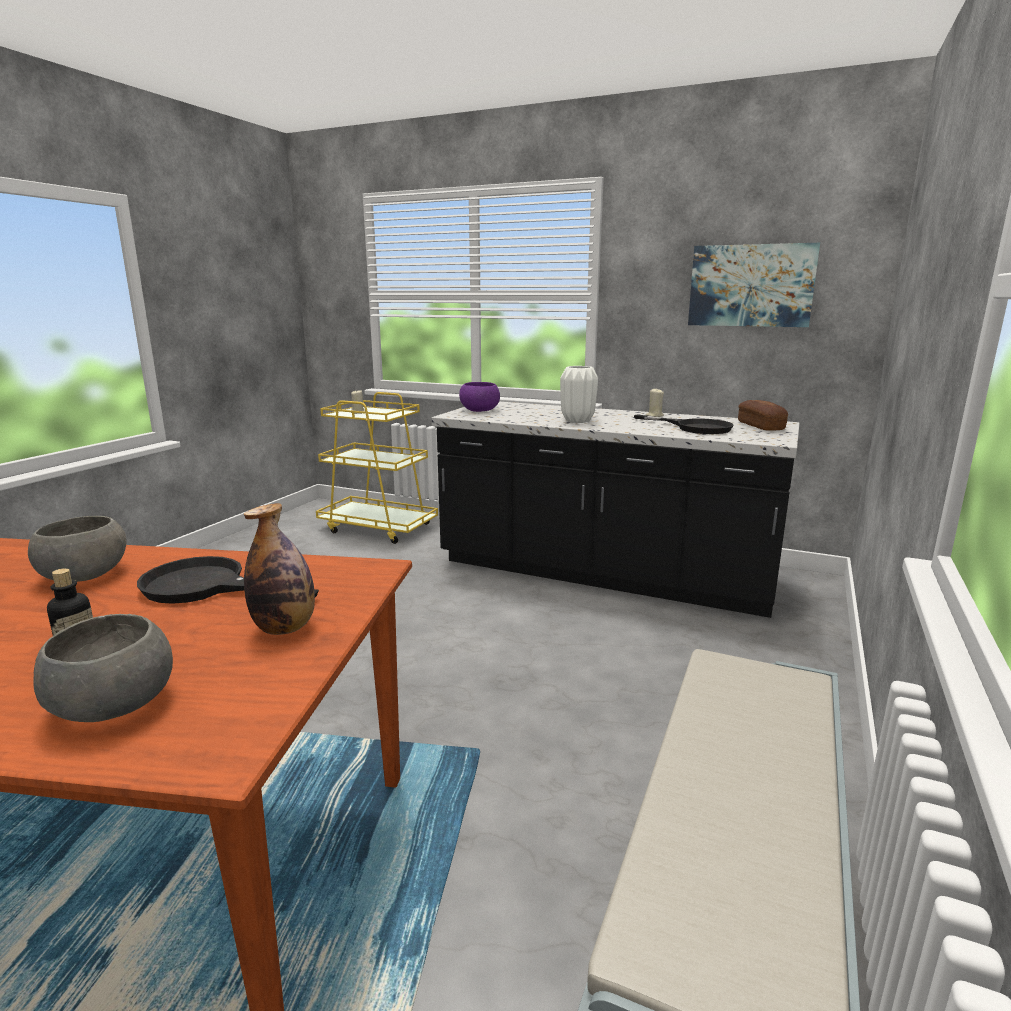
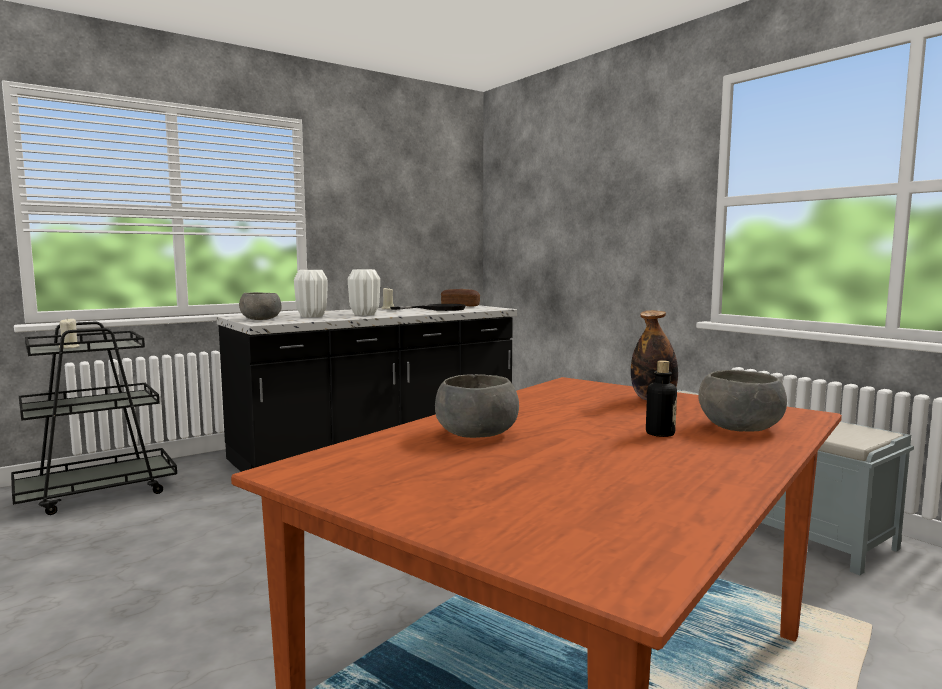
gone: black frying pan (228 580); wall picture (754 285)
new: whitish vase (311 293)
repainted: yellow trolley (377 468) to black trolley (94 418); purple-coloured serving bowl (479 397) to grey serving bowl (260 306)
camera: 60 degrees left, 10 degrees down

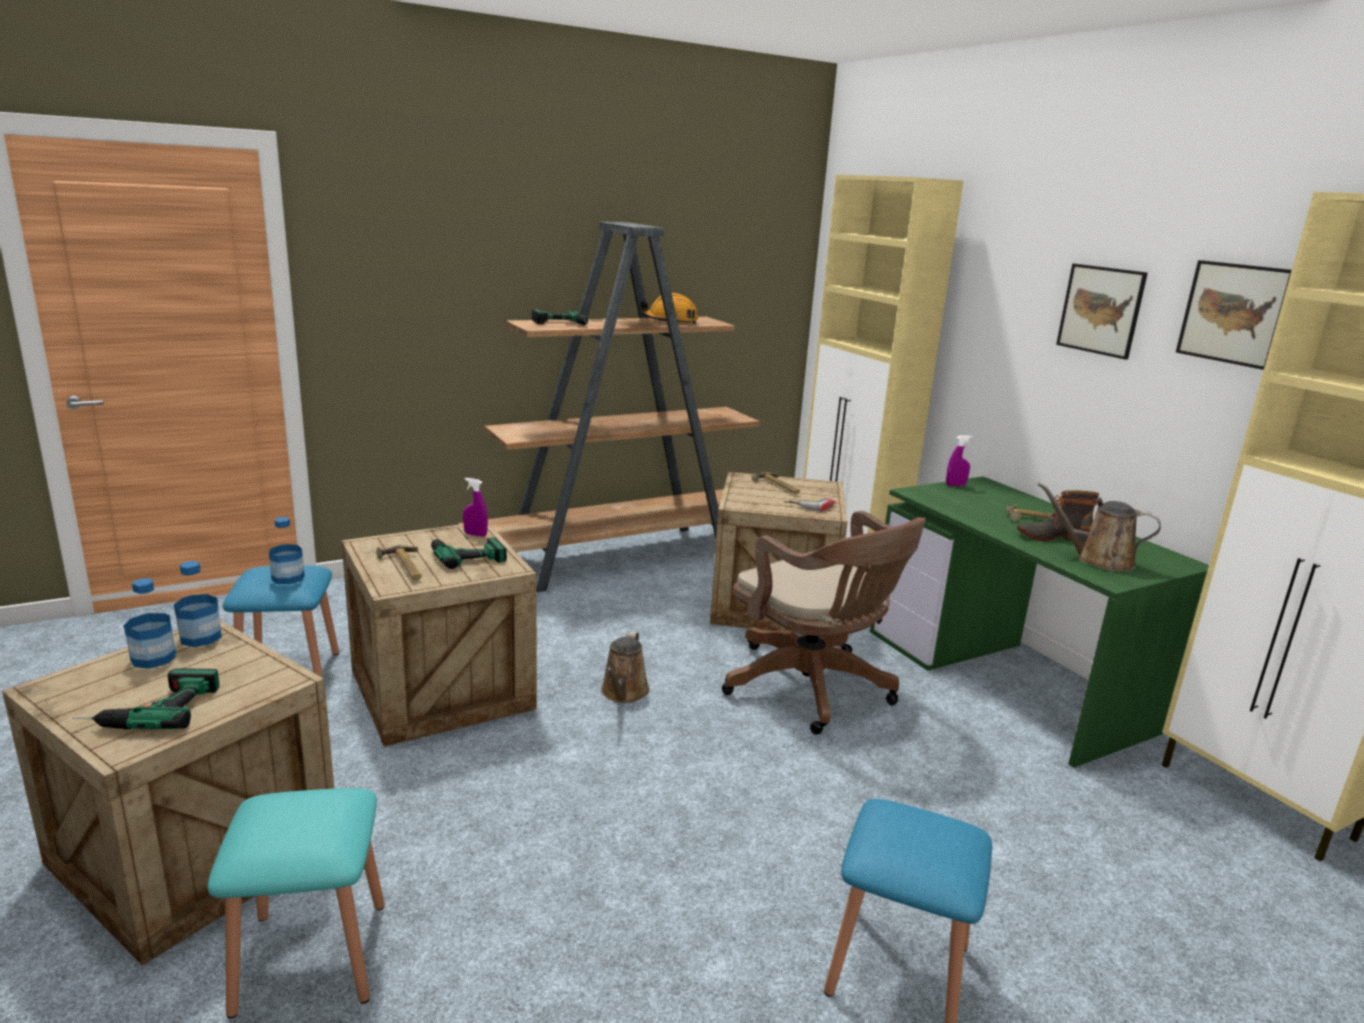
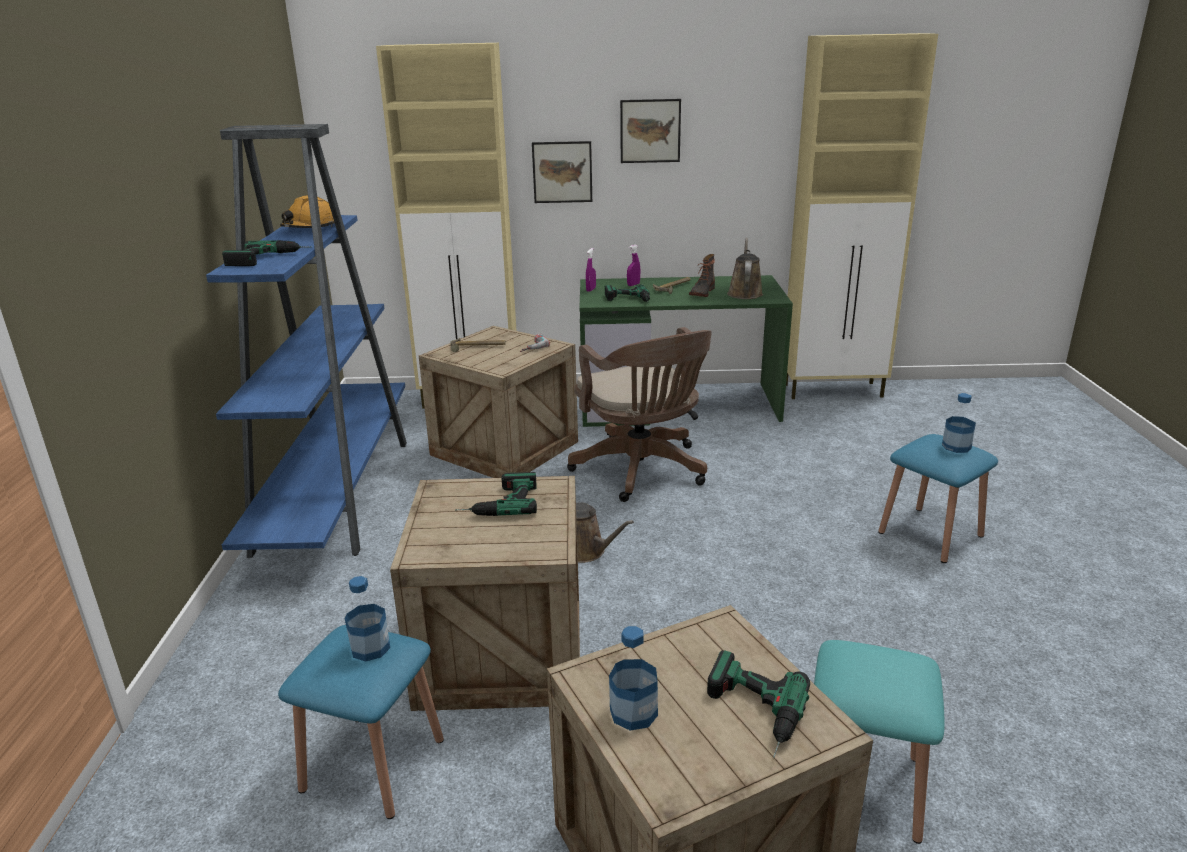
gone: hammer (399 562)
new: electric drill (627 293)
shifted: drink bottle (198 604) to (959 423); purple-coloured spray bottle (475 507) to (633 265); wall picture (1234 315) to (562 172)
repainted: brown-coloured bookcase (609 407) to bluish bookcase (306 341)
rotated: brown-coloured computer chair (824 623) = (639 414) 75 degrees clockwise; brown-coloured sprinkling can (1099 526) = (745 268) 135 degrees clockwise
camera: 60 degrees left, 5 degrees up

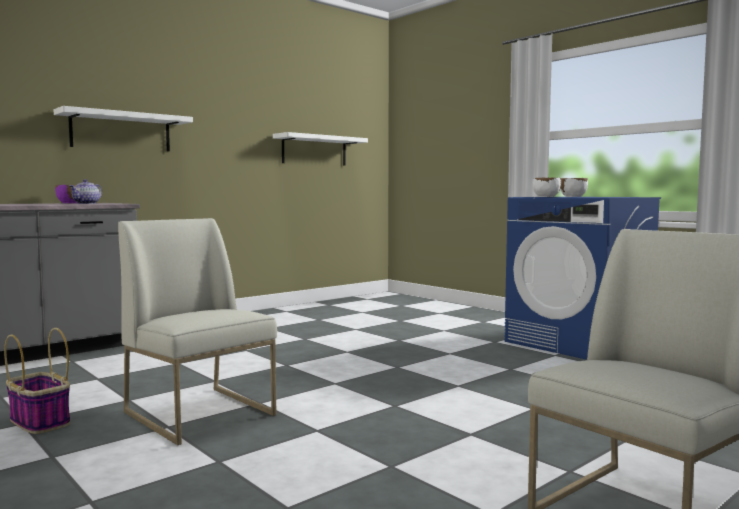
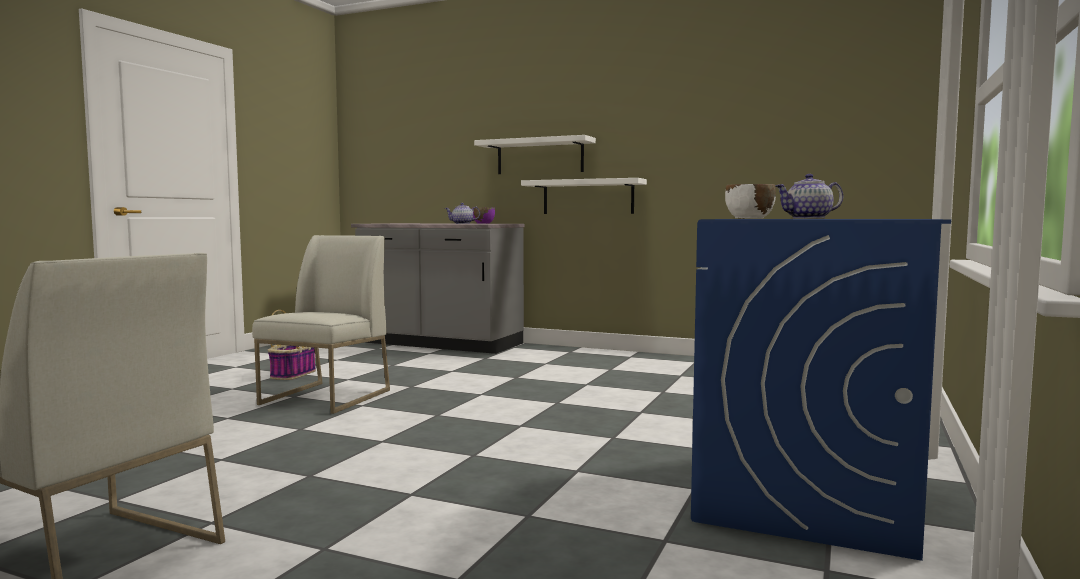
shifted: whitish wall shelf (320 149) to (584 196)
swapped: whitish serving bowl (574 187) to pot for tea (809 196)
camera: 65 degrees right, 0 degrees up

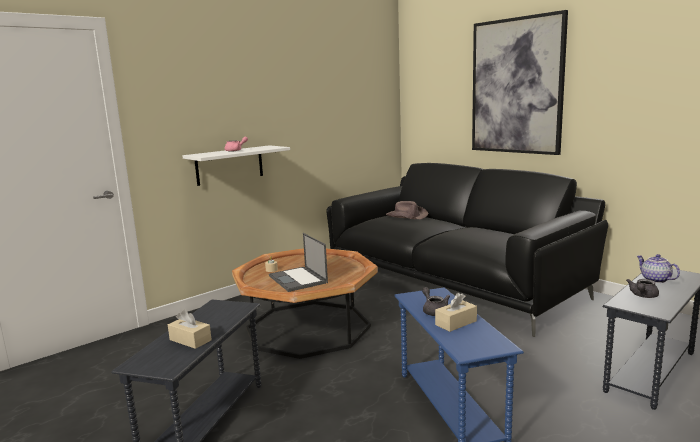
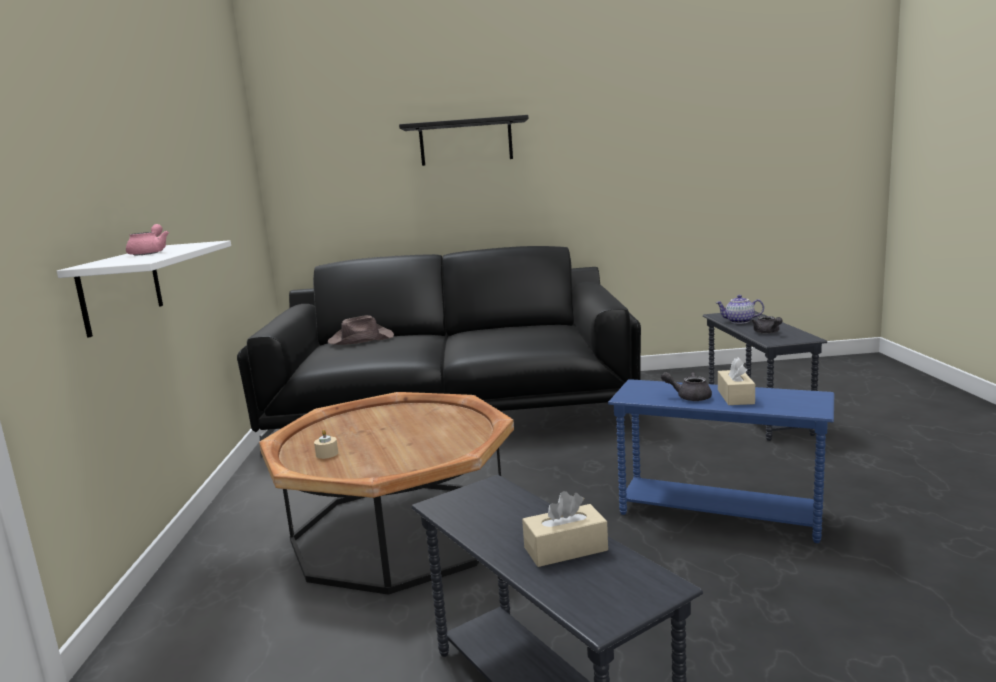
gone: portable computer (298 262)
swapped: wall picture (520 82) to black wall shelf (464 140)
camera: 50 degrees left, 0 degrees up

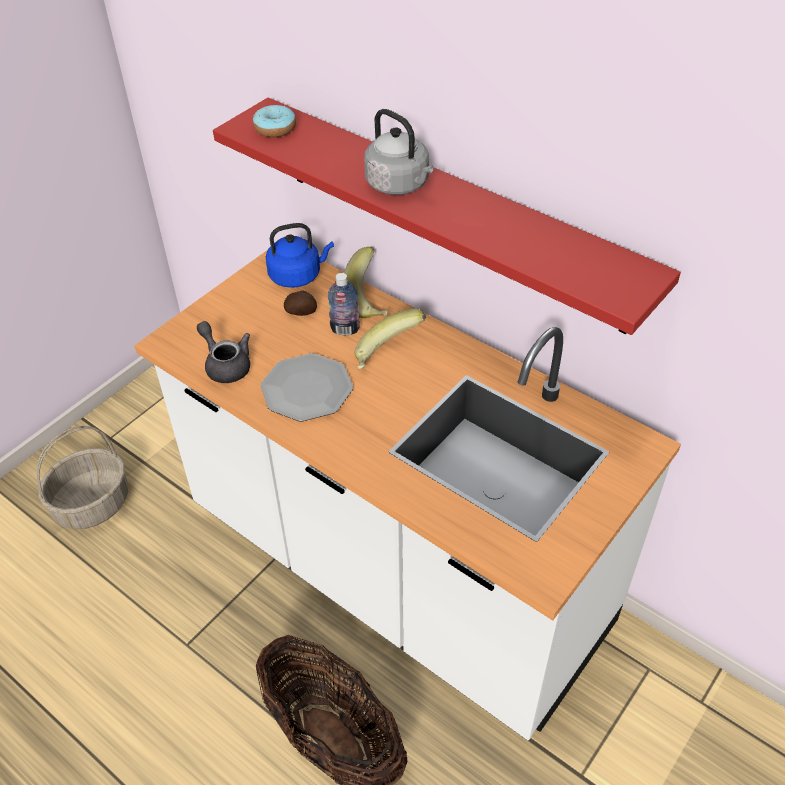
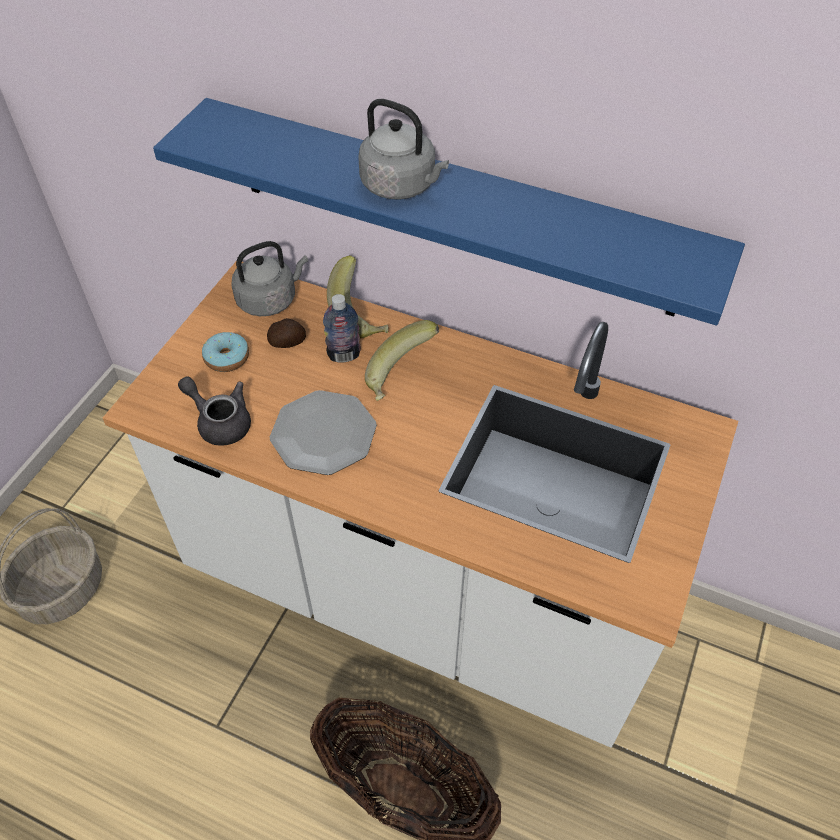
shifted: donut (274 121) to (225 352)
repainted: red-coloured wall shelf (447 216) to bluish wall shelf (449 211); bluish water kettle (300 255) to grey water kettle (269 278)
camera: 15 degrees left, 5 degrees up

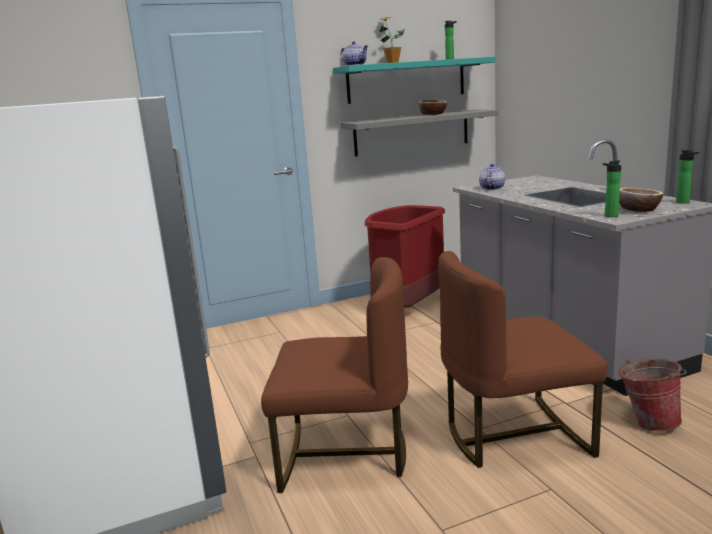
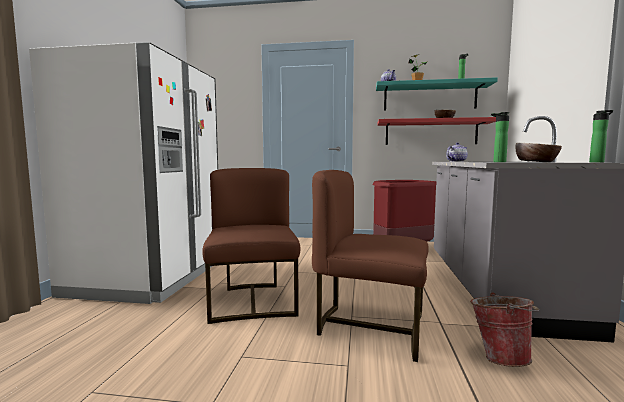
repainted: grey wall shelf (420 132) to red-coloured wall shelf (437 131)
rotated: brown-coloured upright chair (334 375) = (251 246) 135 degrees counterclockwise
camera: 30 degrees right, 10 degrees down

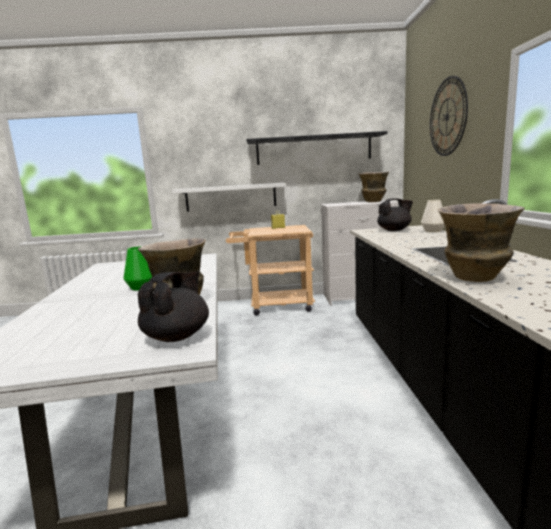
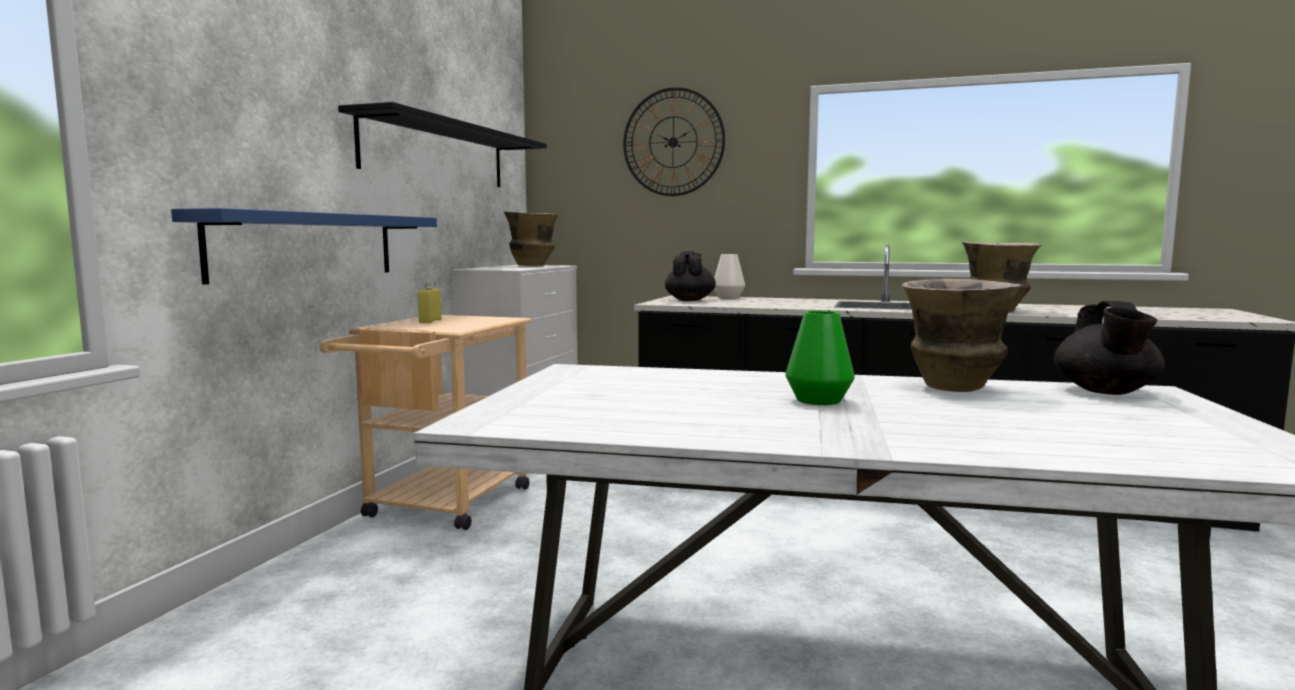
repainted: whitish wall shelf (228 197) to bluish wall shelf (304 246)
rotated: black pot for tea (173 306) = (1109 348) 120 degrees counterclockwise
camera: 70 degrees left, 5 degrees down

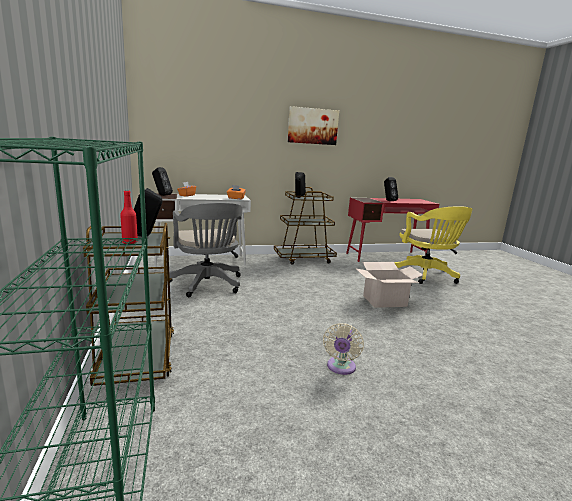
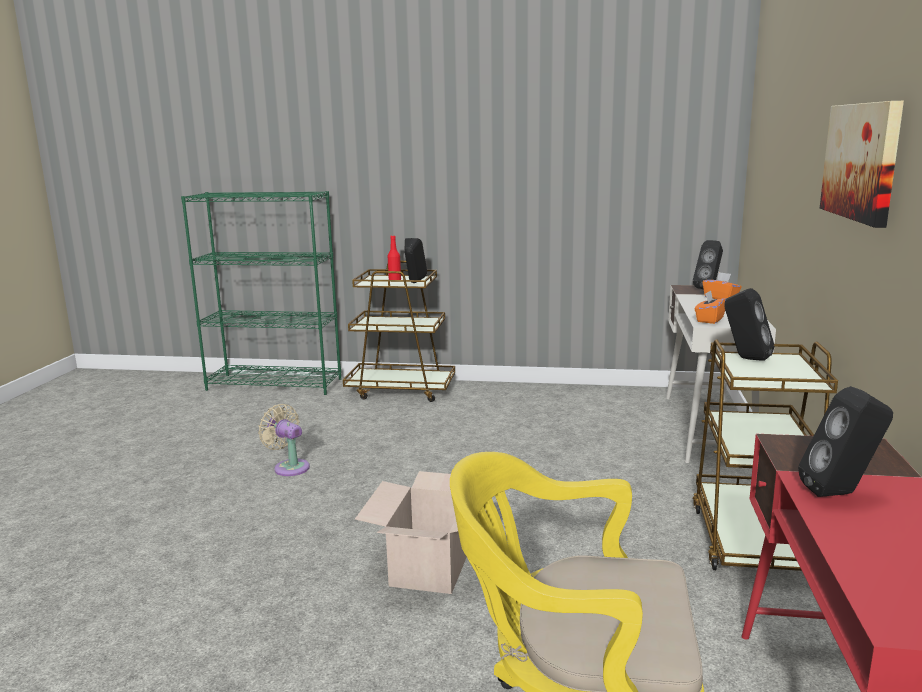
gone: grey computer chair (206 249)
camera: 115 degrees right, 0 degrees up

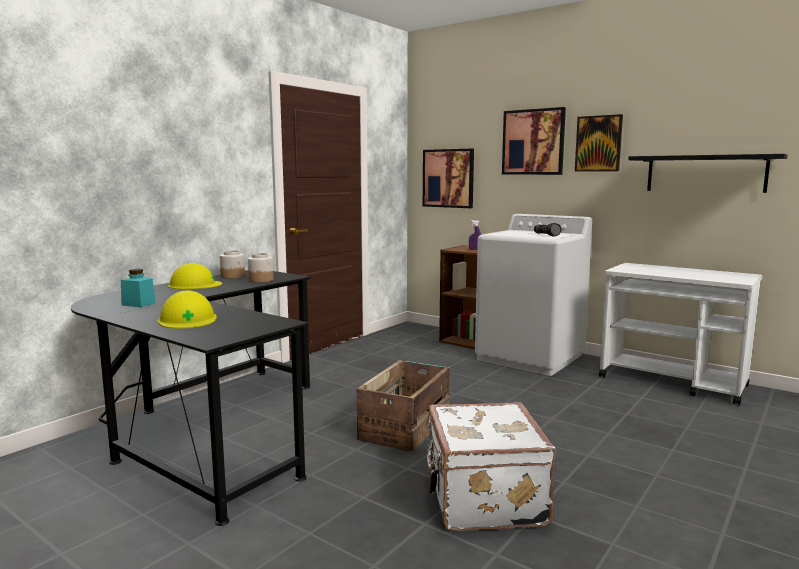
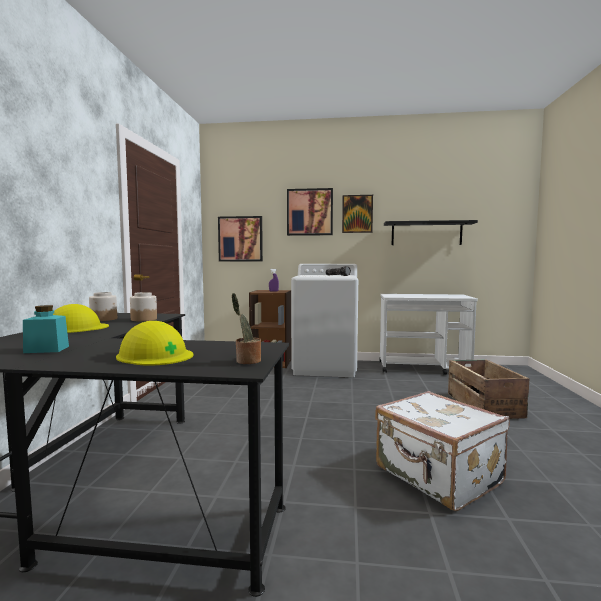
new: potted plant (246 328)
shifted: crate (403 406) to (488 389)
camera: 30 degrees left, 5 degrees down

